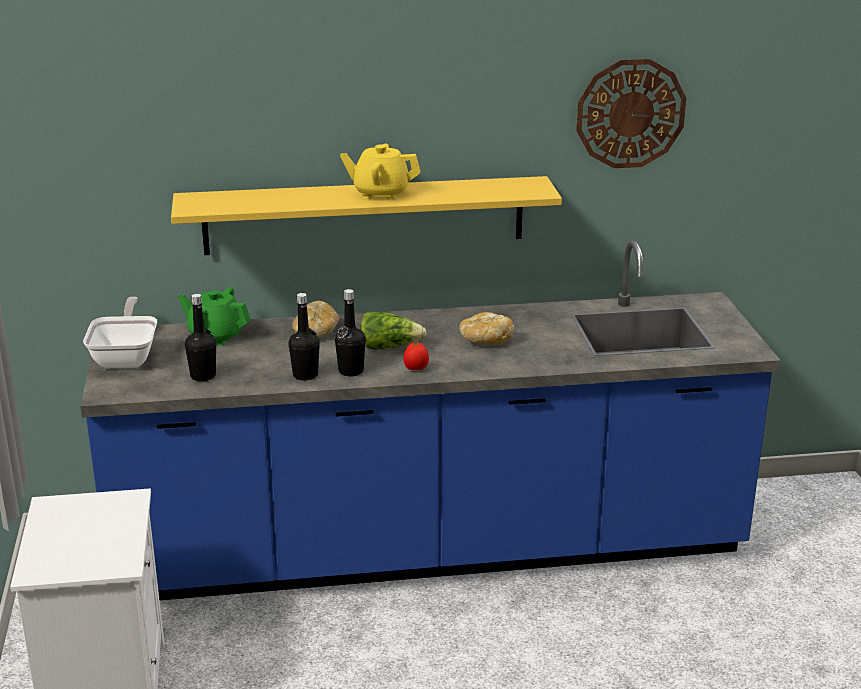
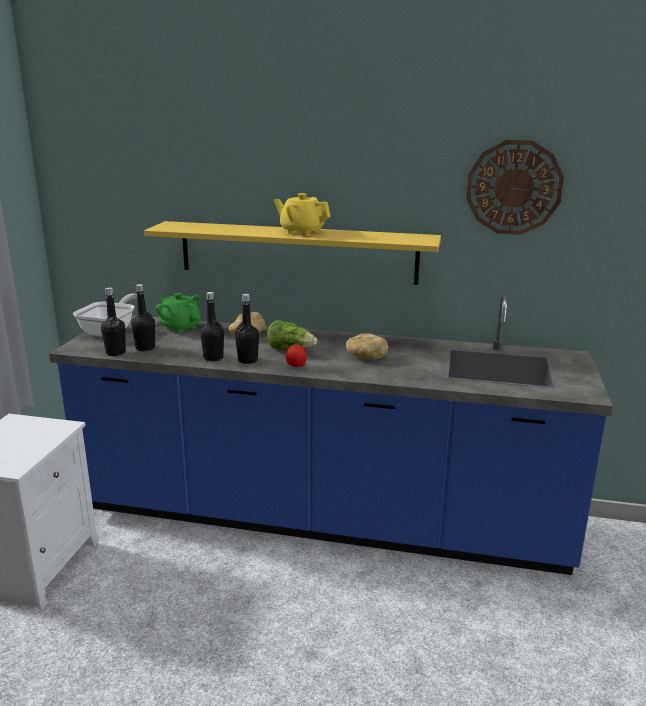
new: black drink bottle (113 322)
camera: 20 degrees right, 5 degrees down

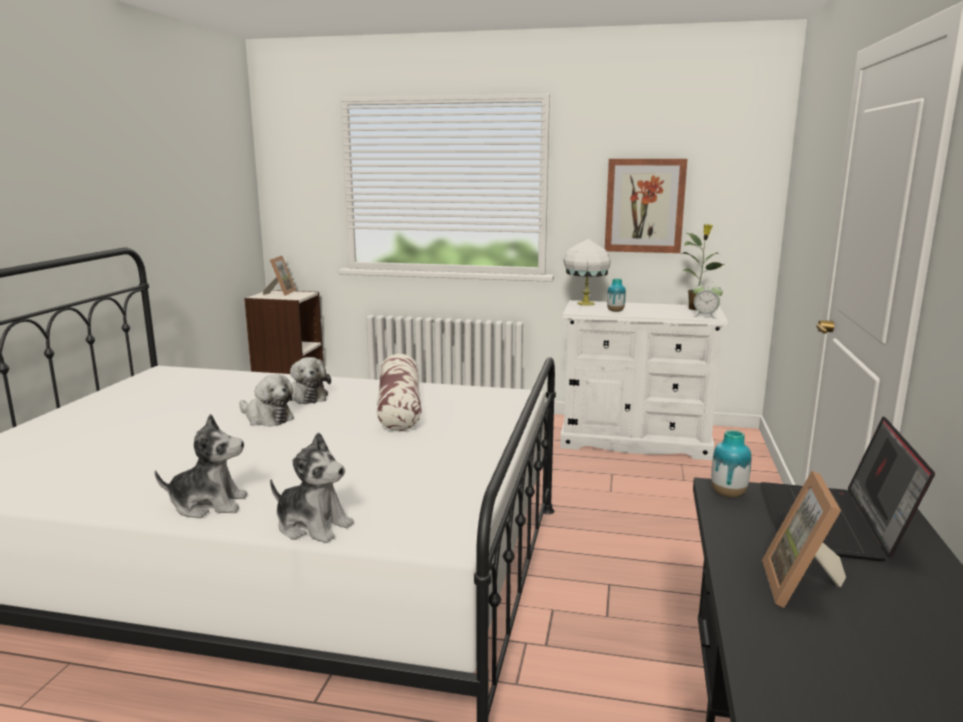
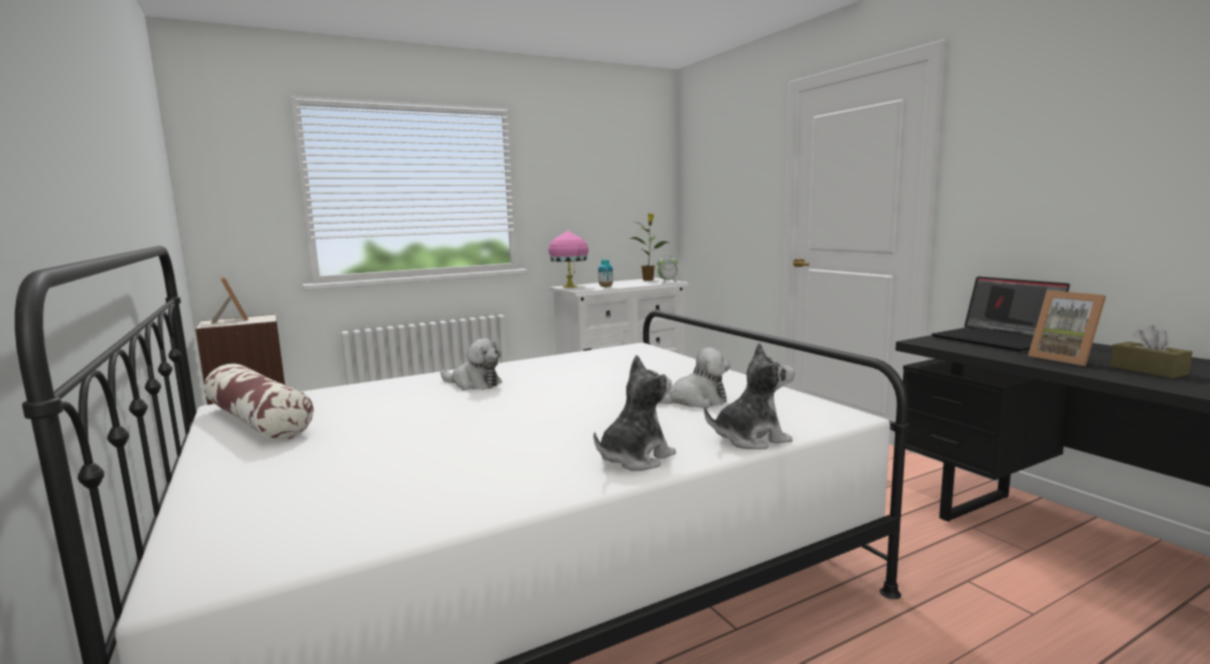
gone: wall picture (646 206); vase (731 463)
new: brown-coloured tissue holder (1151 351)
shifted: cuddly toy (266 400) to (695 377); throw pillow (398 393) to (258 402)
repainted: whitish table lamp (587 272) to pink-coloured table lamp (568 259)
camera: 40 degrees left, 5 degrees down

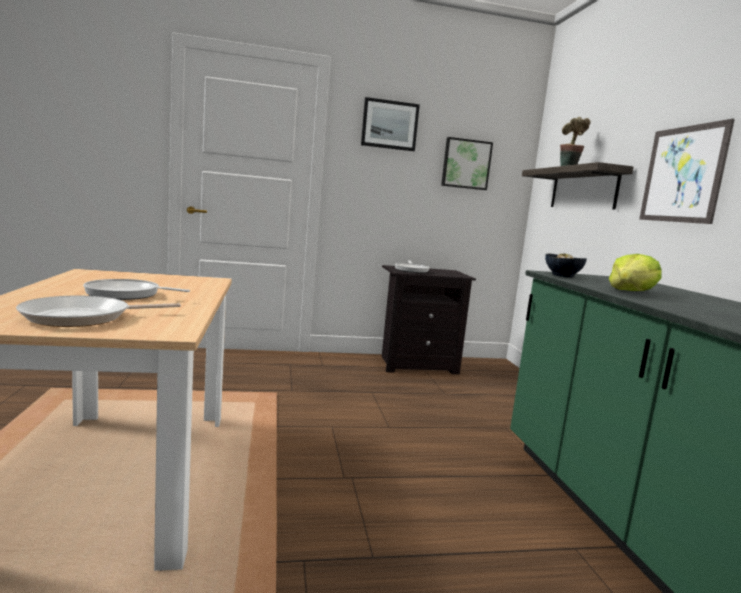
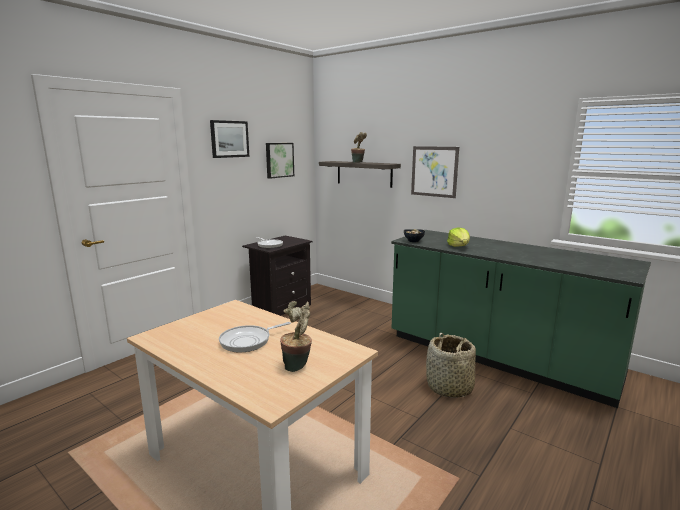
new: storage basket (451 365)
swapped: frying pan (98 311) to potted plant (296 336)
camera: 40 degrees left, 5 degrees up

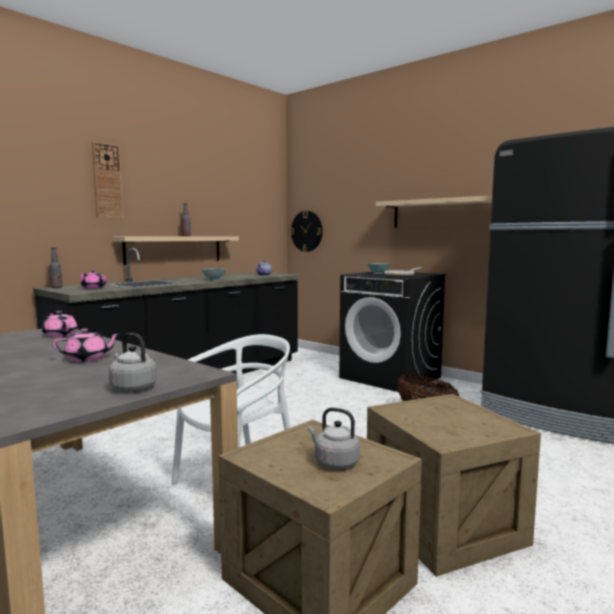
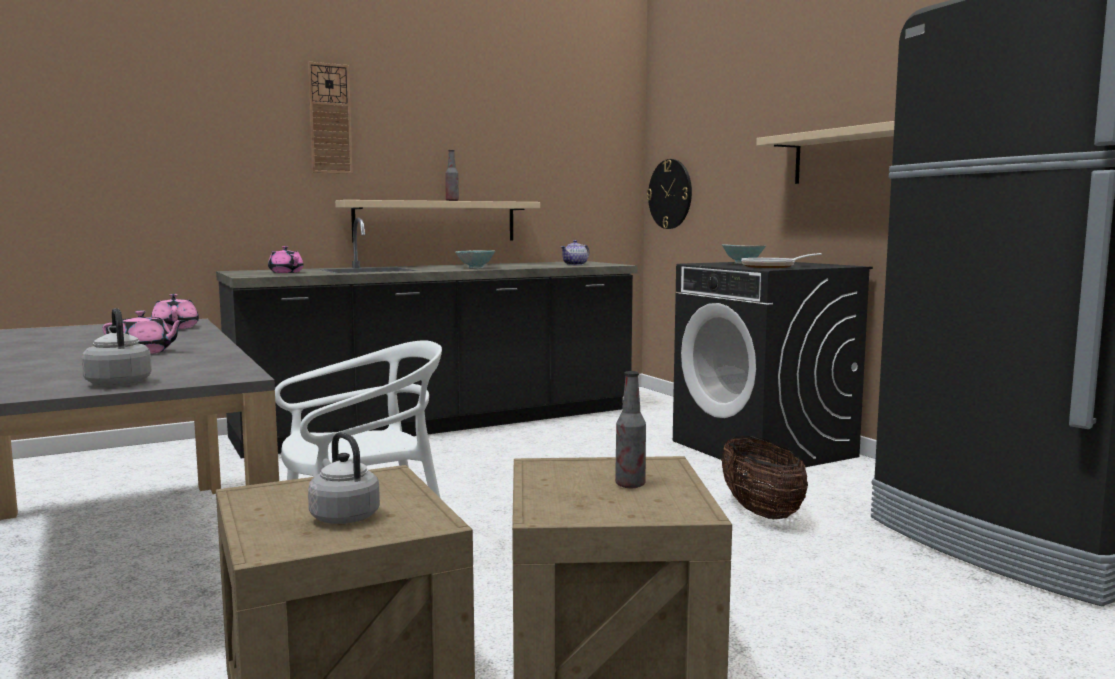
shifted: drink bottle (55 268) to (630 429)
camera: 20 degrees right, 0 degrees up

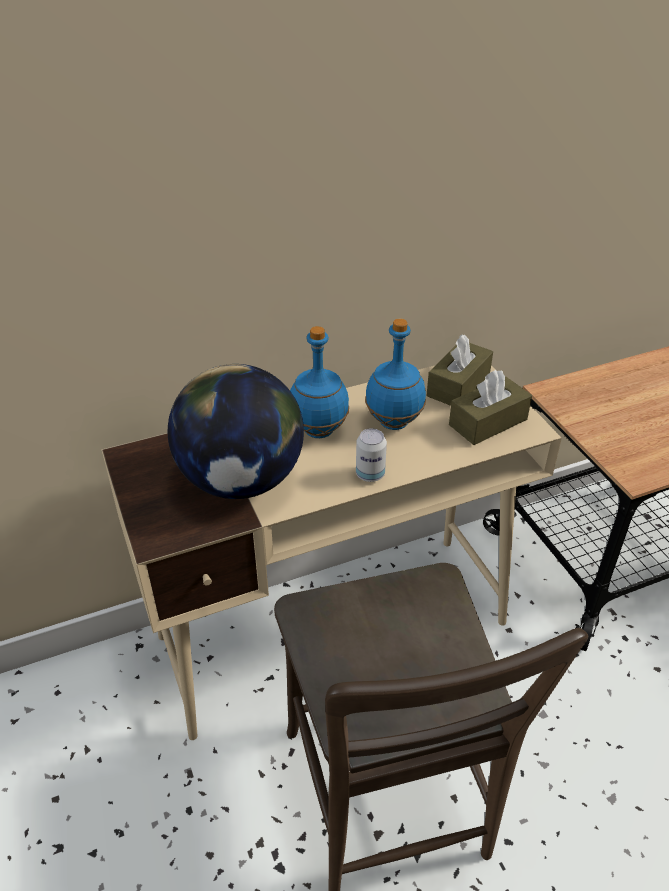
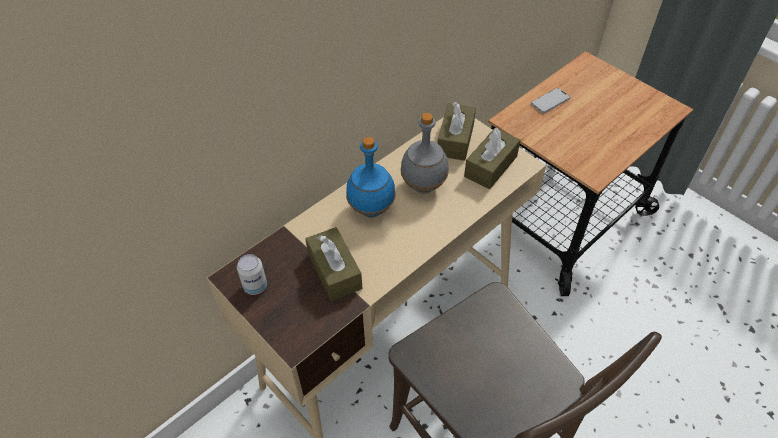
new: telephone (550 100)
shifted: can (371 455) to (252 274)
swapped: world globe (236 431) to brown-coloured tissue holder (333 264)
repainted: bluish drink bottle (395 374) to grey drink bottle (425 153)
camera: 20 degrees left, 10 degrees up

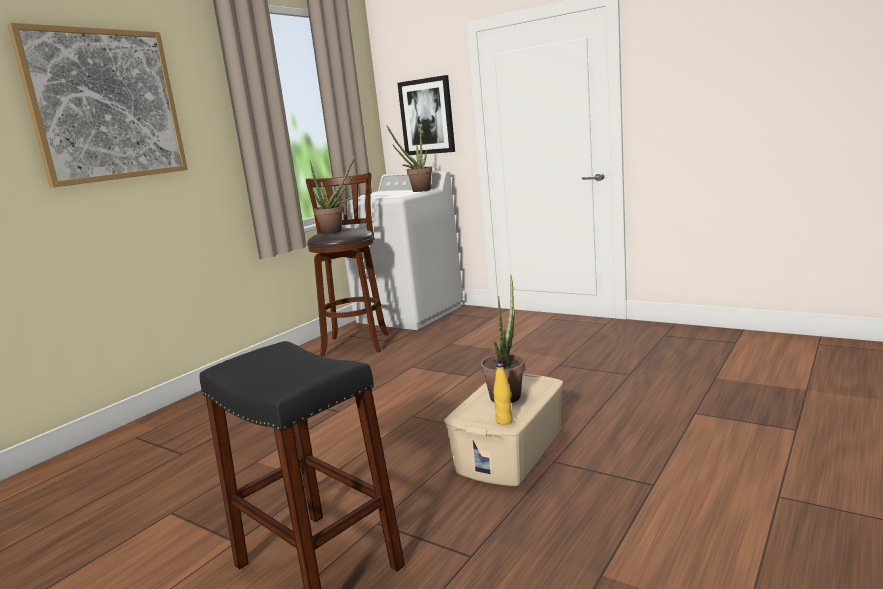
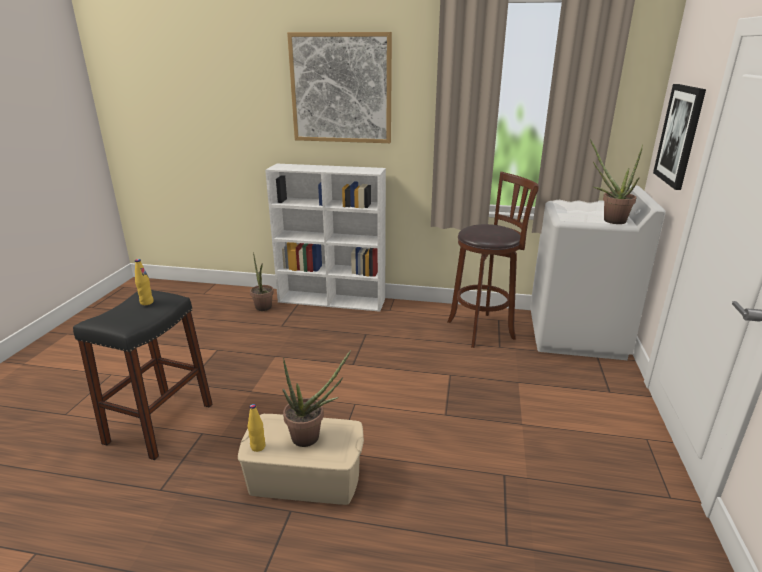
new: yellow drink bottle (144 282); whitish bookcase (325 238)
shifted: potted plant (333 194) to (262 281)
camera: 65 degrees right, 10 degrees up

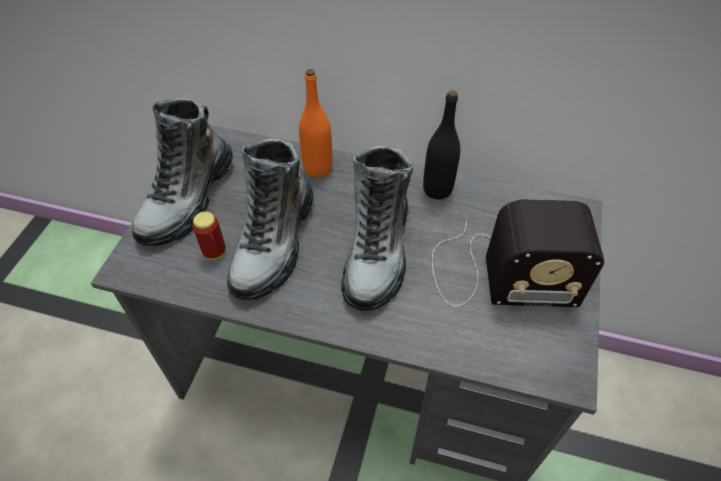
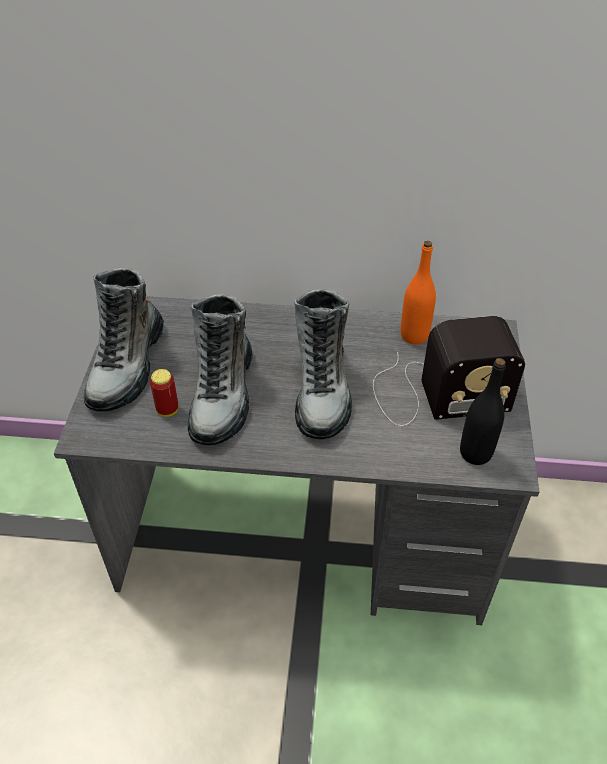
shifted: orange-coloured drink bottle (315 123) to (418 293); black drink bottle (441 144) to (483 411)
camera: 10 degrees left, 5 degrees down

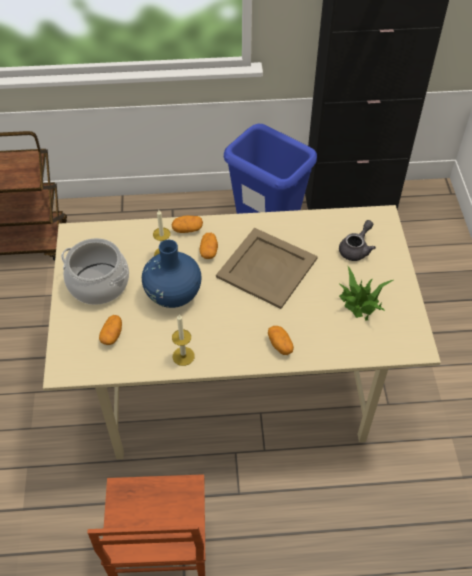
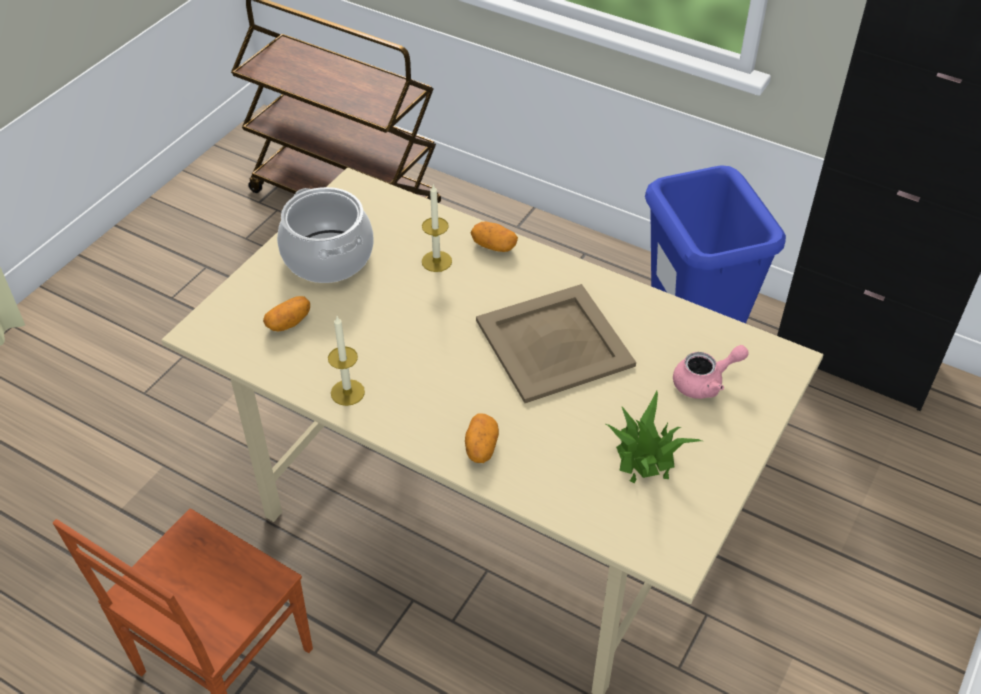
gone: bluish vase (171 274); potato (208 246)
repainted: grey pot for tea (357 240) to pink-coloured pot for tea (711 372)
camera: 35 degrees right, 5 degrees down

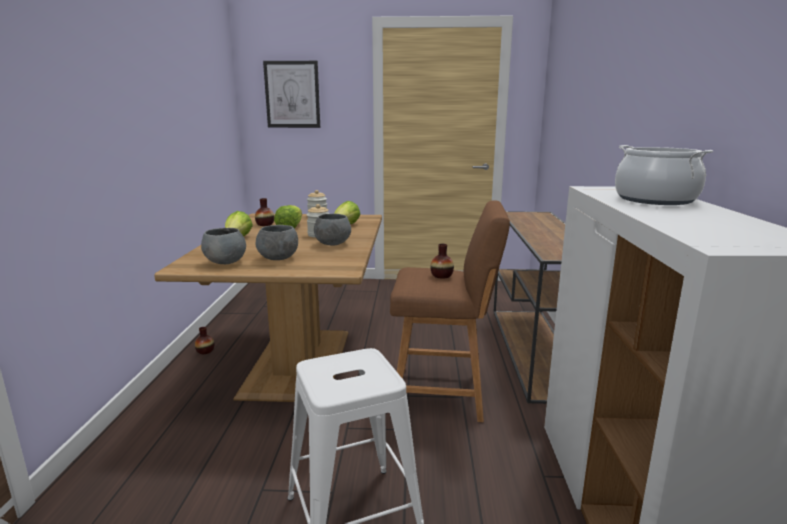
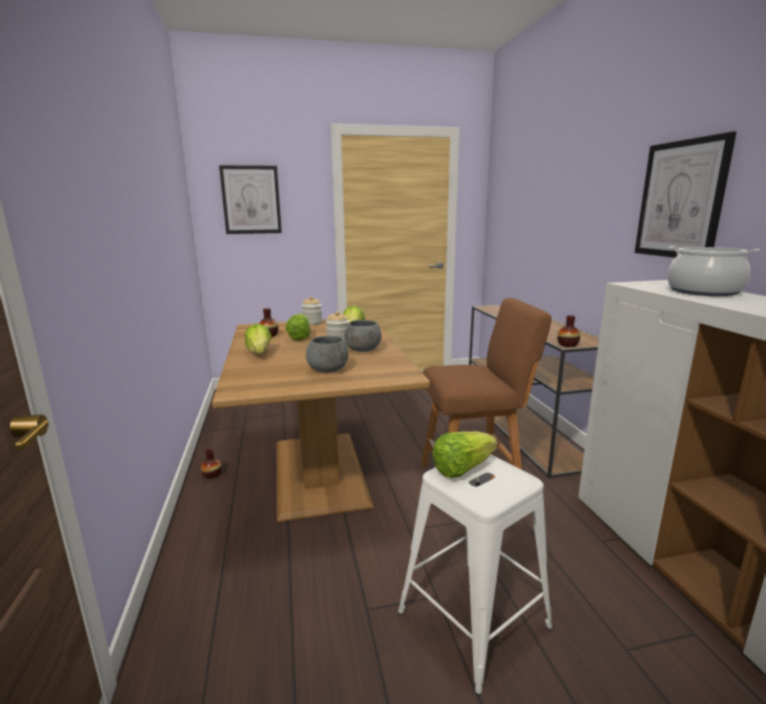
gone: grey serving bowl (223 246)
new: lettuce (465 454); wall picture (685 194)
shifted: vase (442 261) to (568 331)
camera: 15 degrees left, 0 degrees up

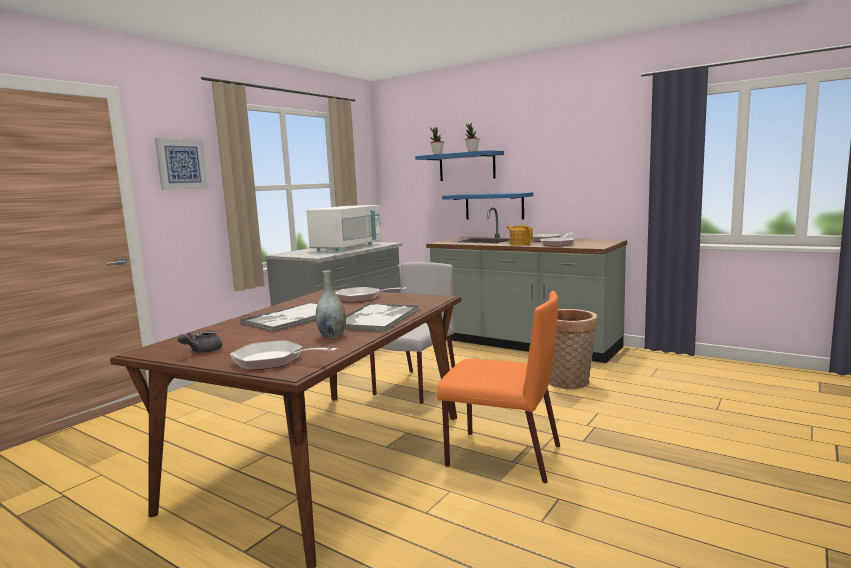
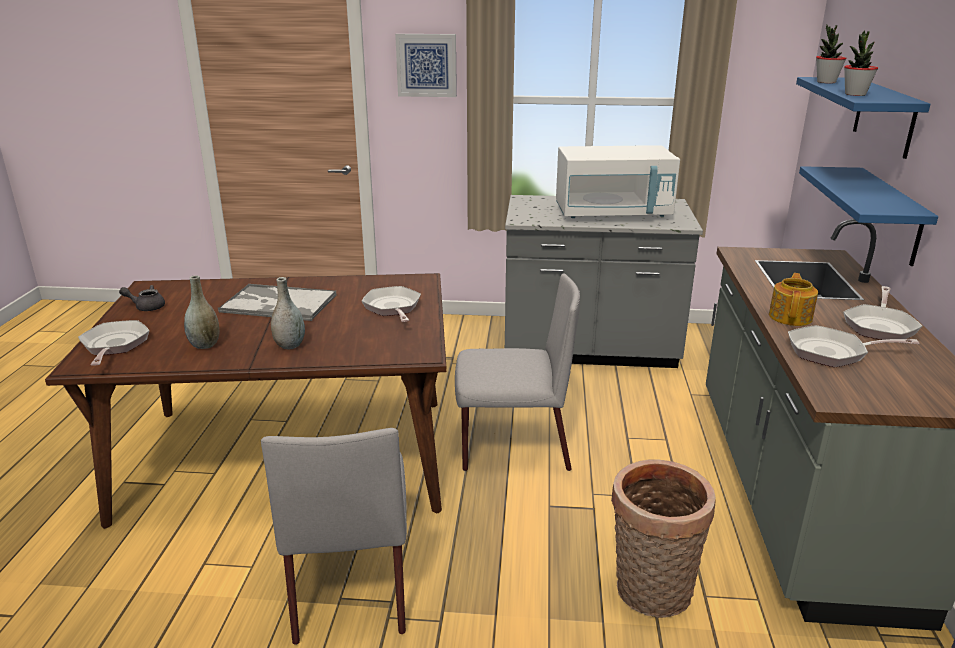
swapped: serving tray (382 317) to grey vase (288 313)
repainted: orange-coloured upright chair (498 387) to grey upright chair (334 536)
camera: 60 degrees right, 15 degrees up

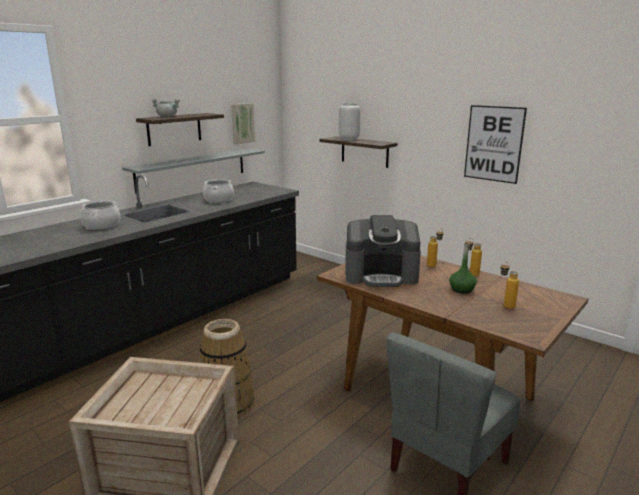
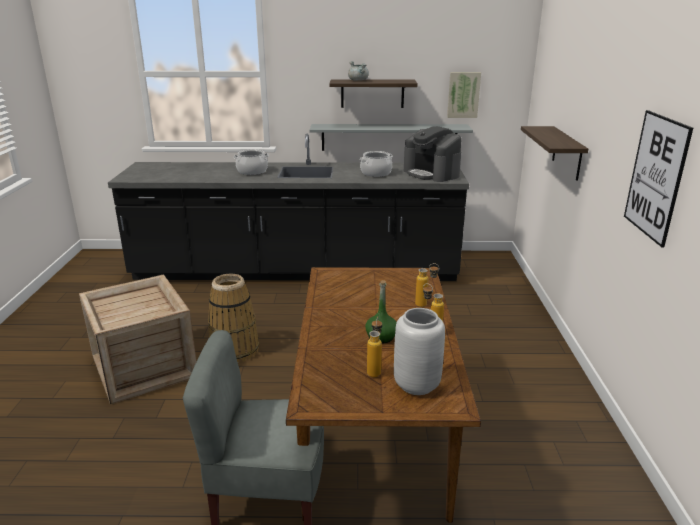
shifted: grey vase (349 121) to (419 351); coffee machine (383 251) to (433 154)
camera: 50 degrees right, 5 degrees up

